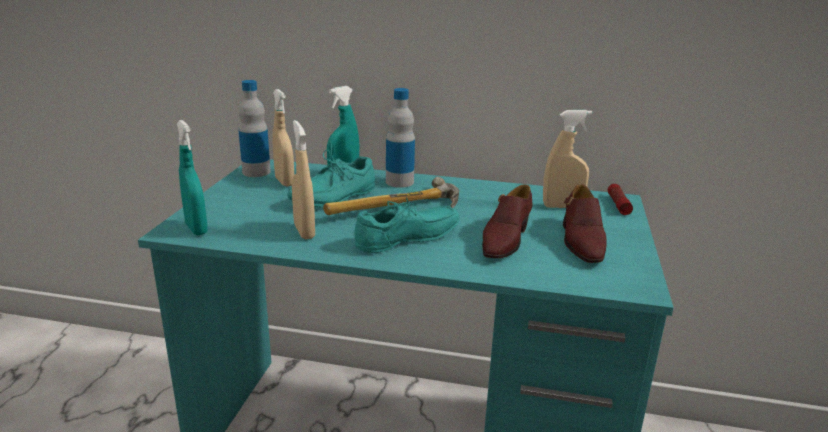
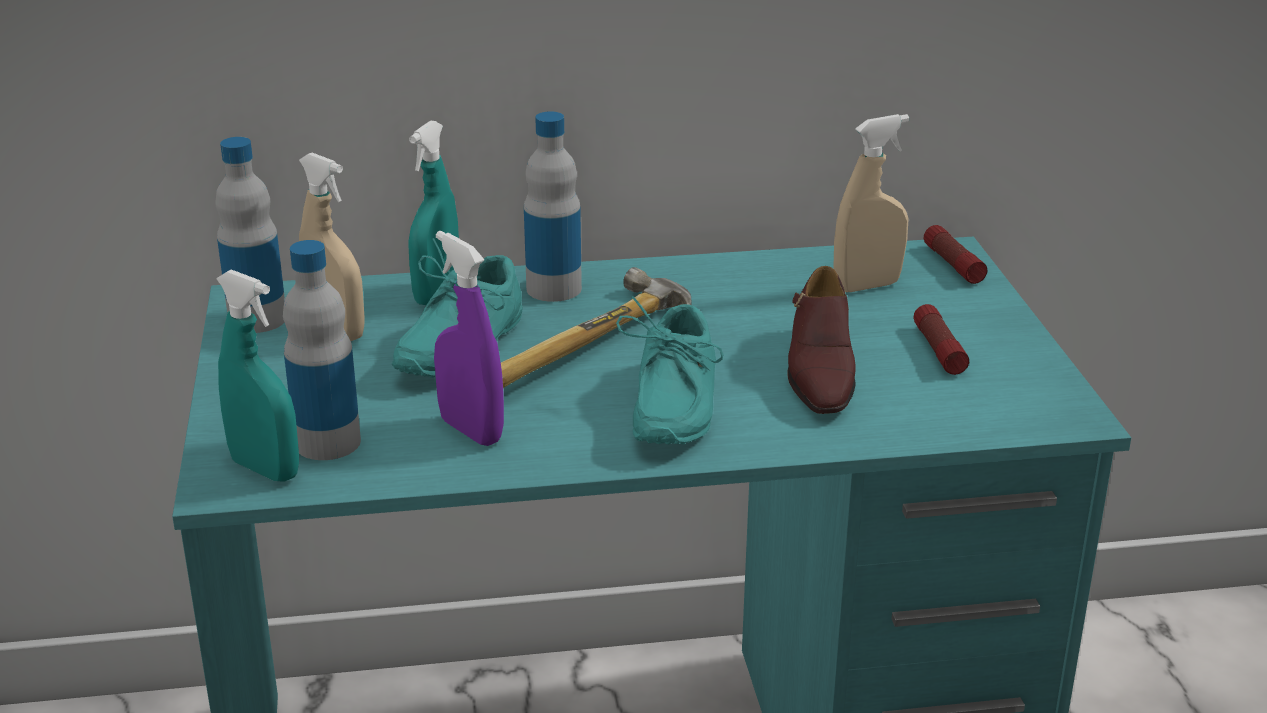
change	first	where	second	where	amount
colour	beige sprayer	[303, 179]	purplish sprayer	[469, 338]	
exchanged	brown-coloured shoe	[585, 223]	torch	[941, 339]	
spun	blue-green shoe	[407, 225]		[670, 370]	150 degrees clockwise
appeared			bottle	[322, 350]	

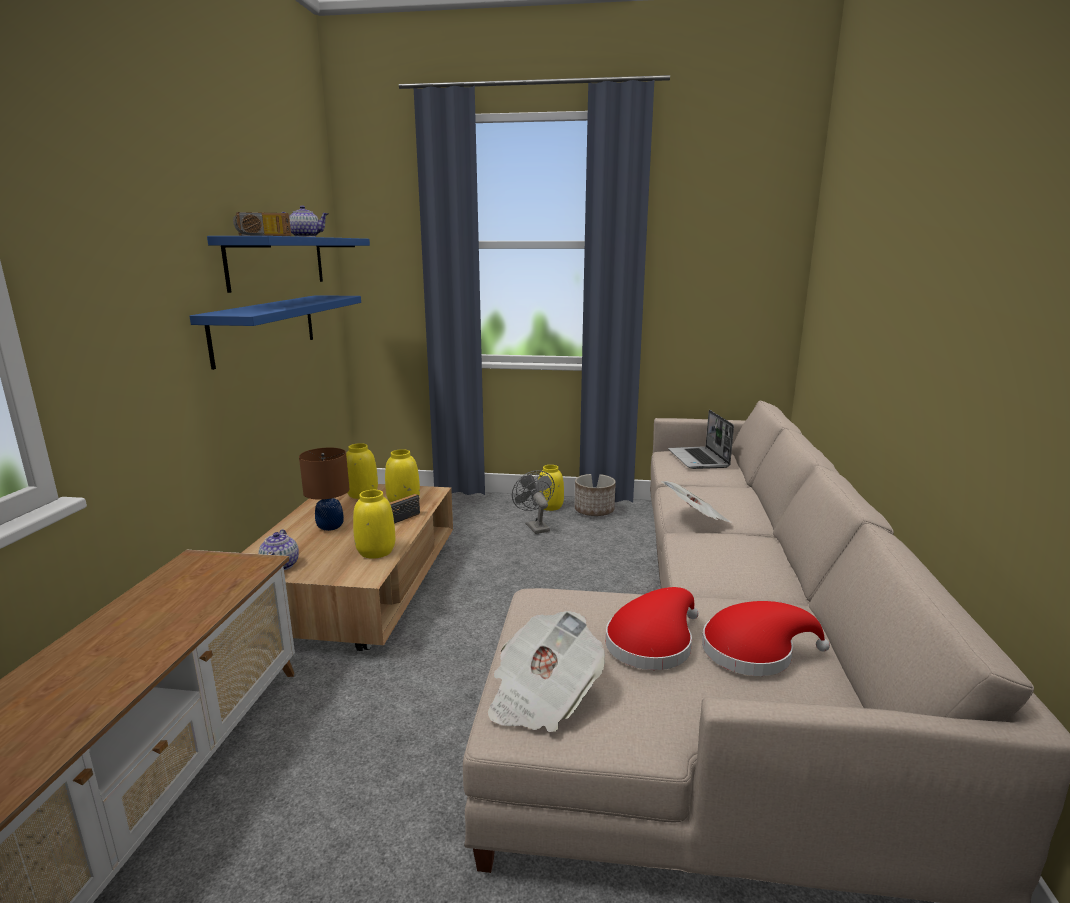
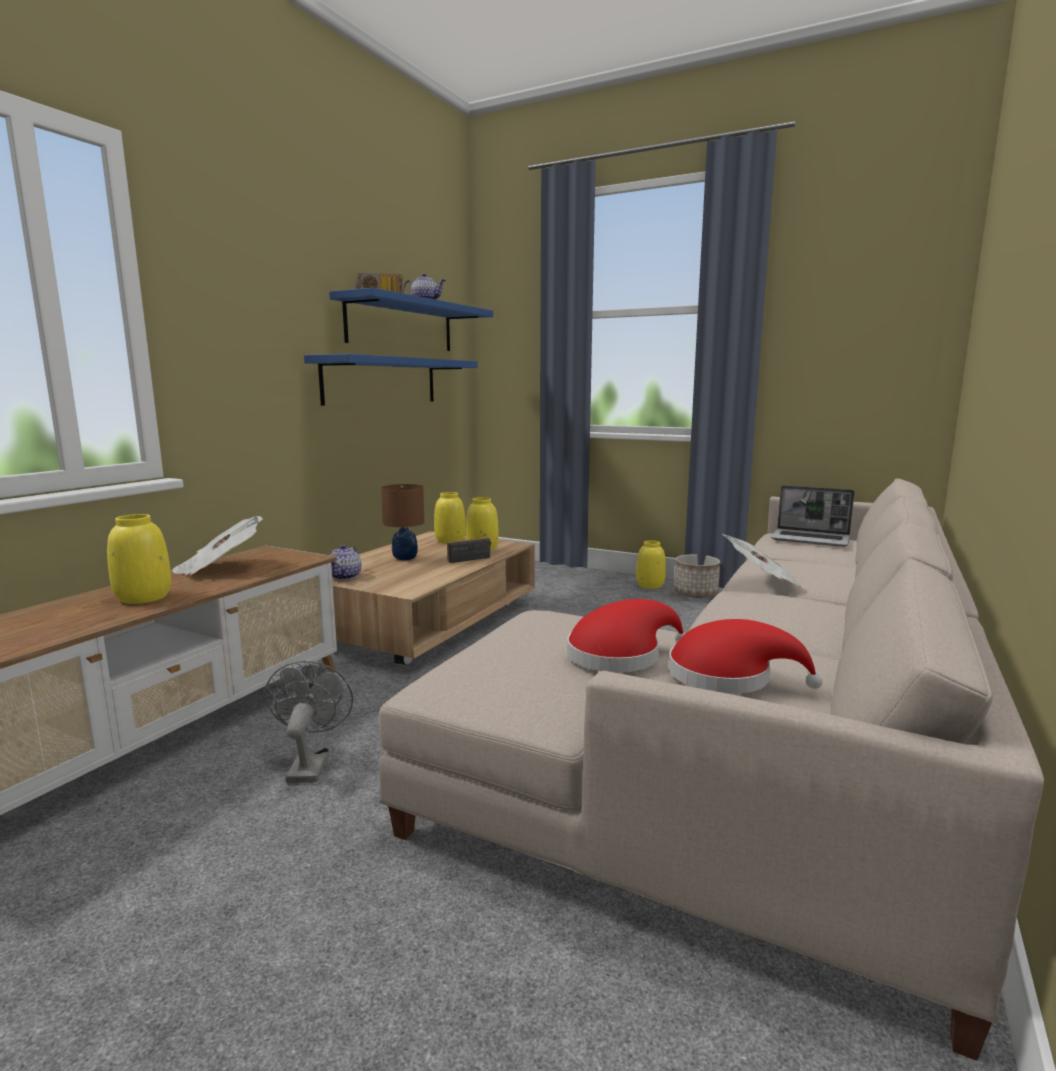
change	first	where	second	where	amount
spun	portable computer	[701, 439]		[813, 516]	75 degrees counterclockwise
relocated	grey cooling fan	[533, 502]		[309, 722]	
relocated	yellowish vase	[374, 524]		[139, 559]	
relocated	newspaper	[546, 671]		[217, 545]	

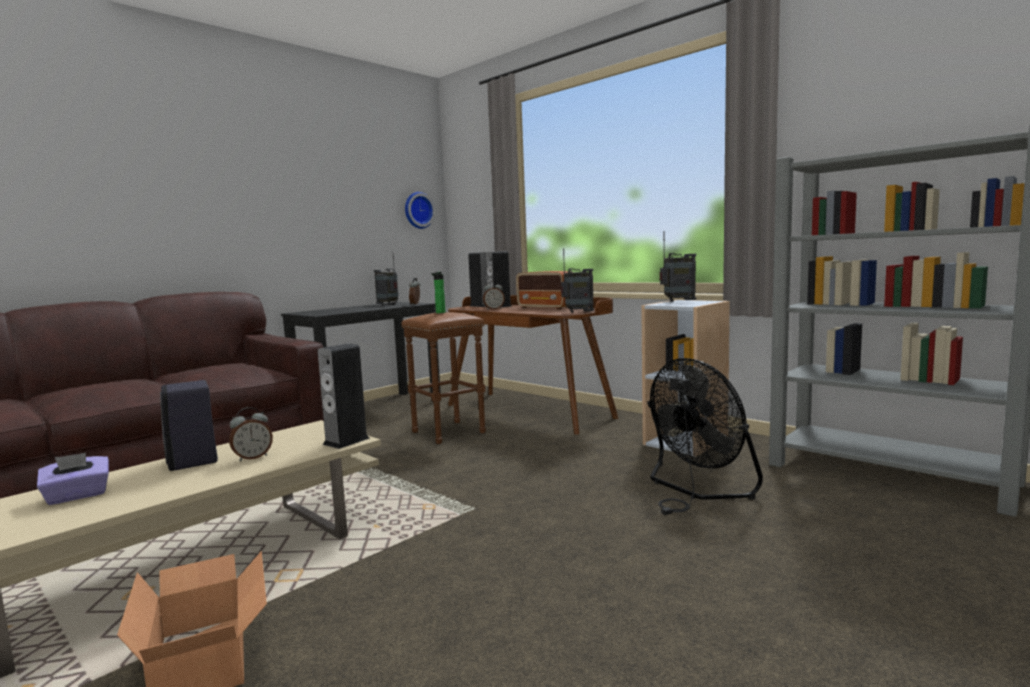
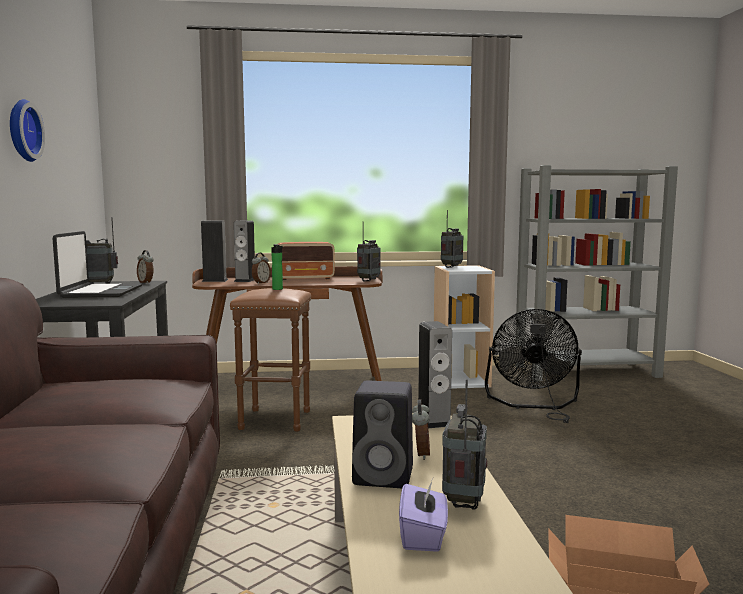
change	first	where	second	where	amount
relocated	wall clock	[420, 210]		[27, 130]	
appeared			portable computer	[97, 264]	
appeared			radio receiver	[464, 445]	

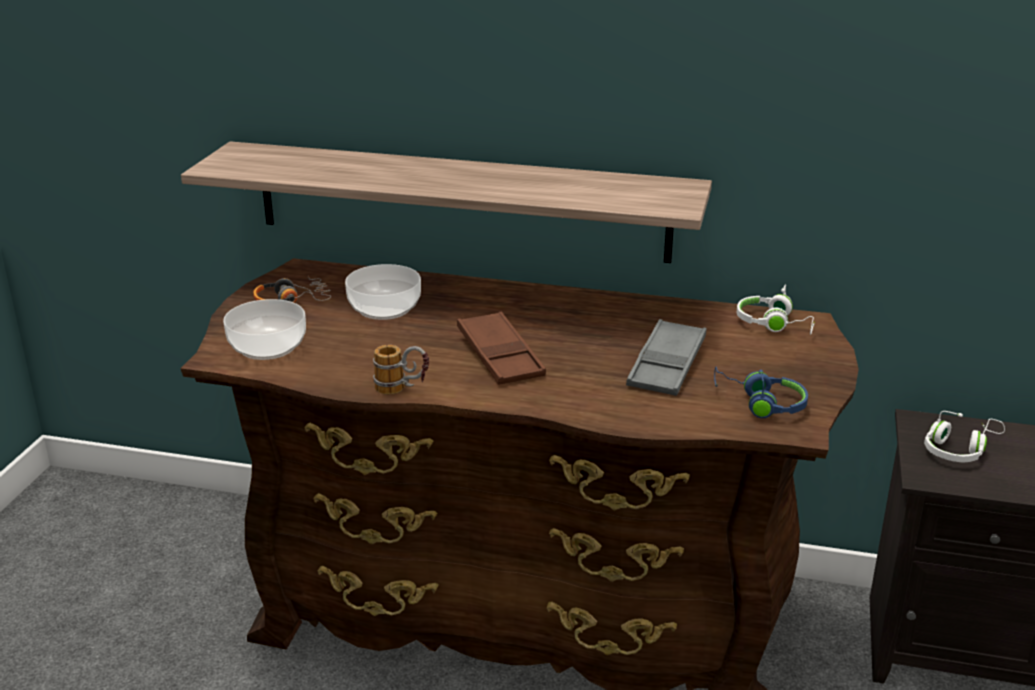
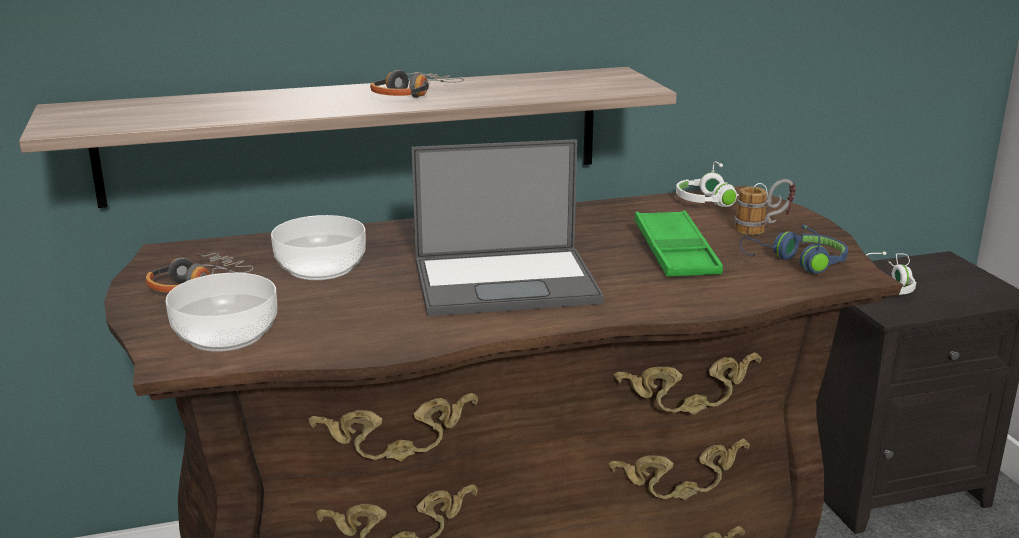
change	first	where	second	where	amount
exchanged	brown-coloured carrying tray	[501, 348]	portable computer	[508, 227]	
colour	grey carrying tray	[666, 357]	green-coloured carrying tray	[679, 243]	
relocated	mug	[401, 370]		[765, 207]	
appeared			headphones	[417, 84]	

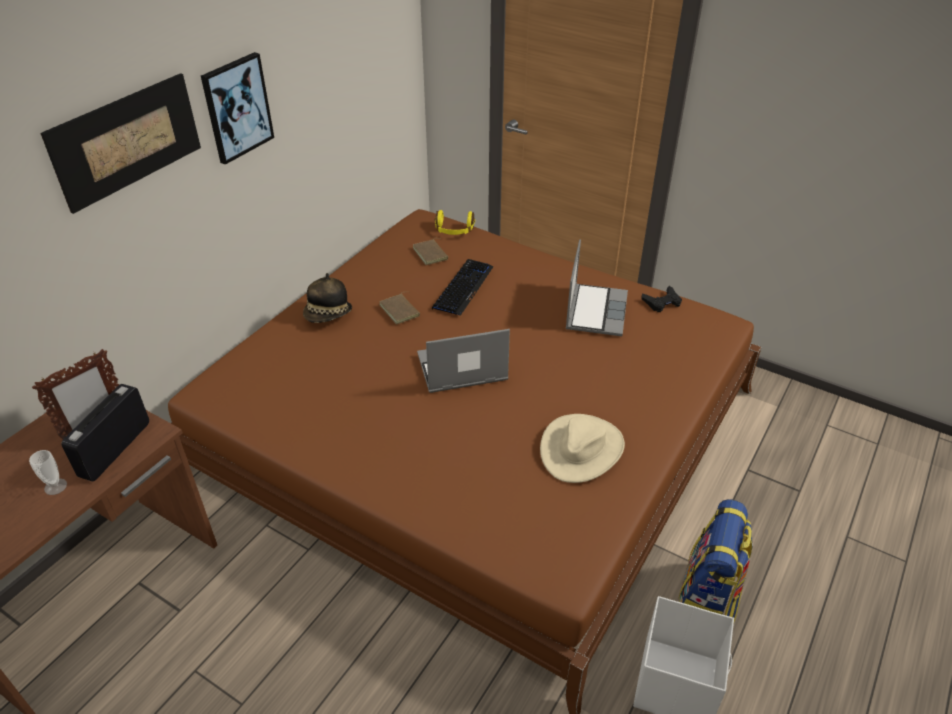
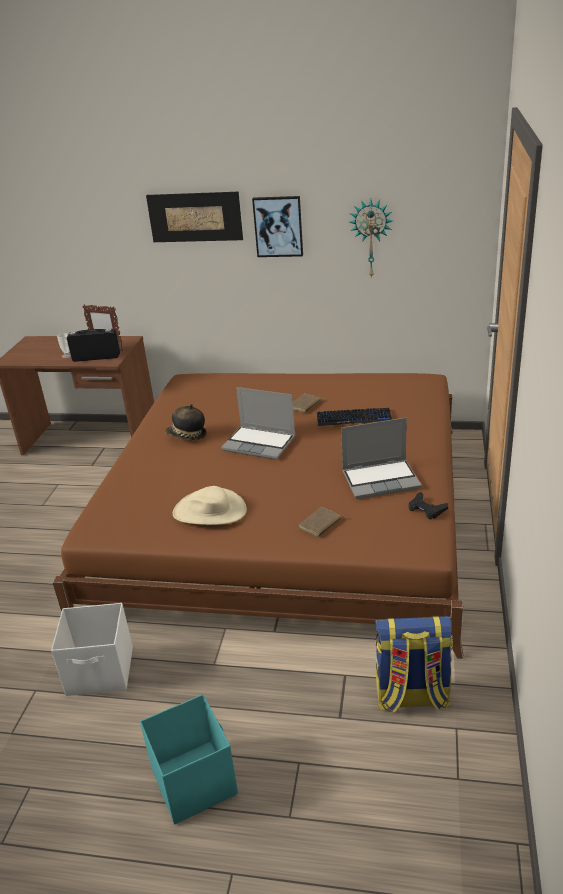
change	first	where	second	where	amount
missing	yellowish headphones	[455, 222]			
relocated	brown-coloured bound book	[430, 251]		[323, 522]	
relocated	wearable hat	[327, 298]		[185, 422]	
spun	portable computer	[463, 361]		[258, 423]	150 degrees clockwise
relocated	backpack	[716, 560]		[414, 664]	
appeared			wall clock	[370, 239]	
appeared			blue-green storage container	[189, 759]	

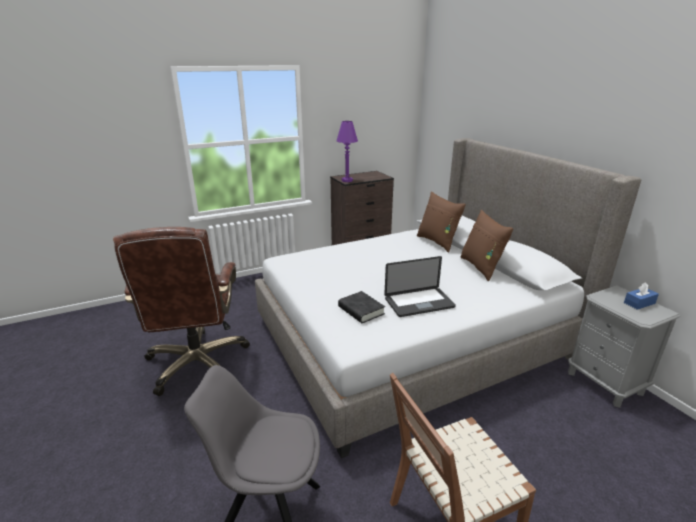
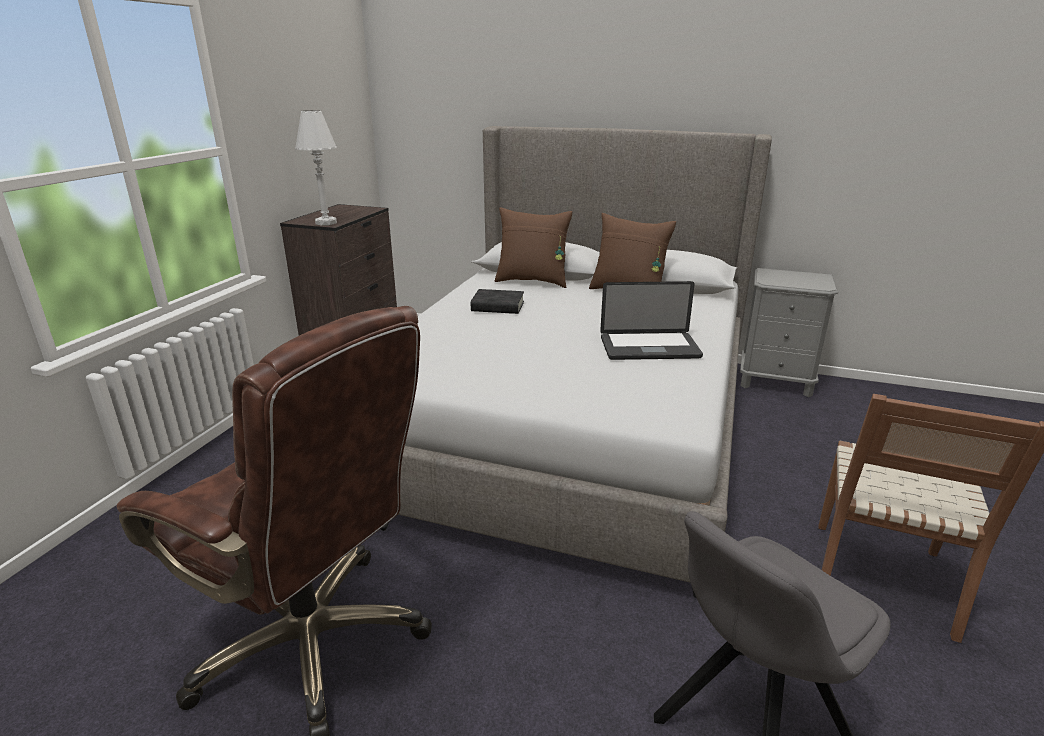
change	first	where	second	where	amount
colour	purplish lamp for a table	[347, 151]	whitish lamp for a table	[316, 167]	
spun	portable computer	[420, 286]		[651, 320]	60 degrees clockwise
missing	bluish tissue holder	[641, 296]			
relocated	blackish bound book	[361, 307]		[497, 301]	

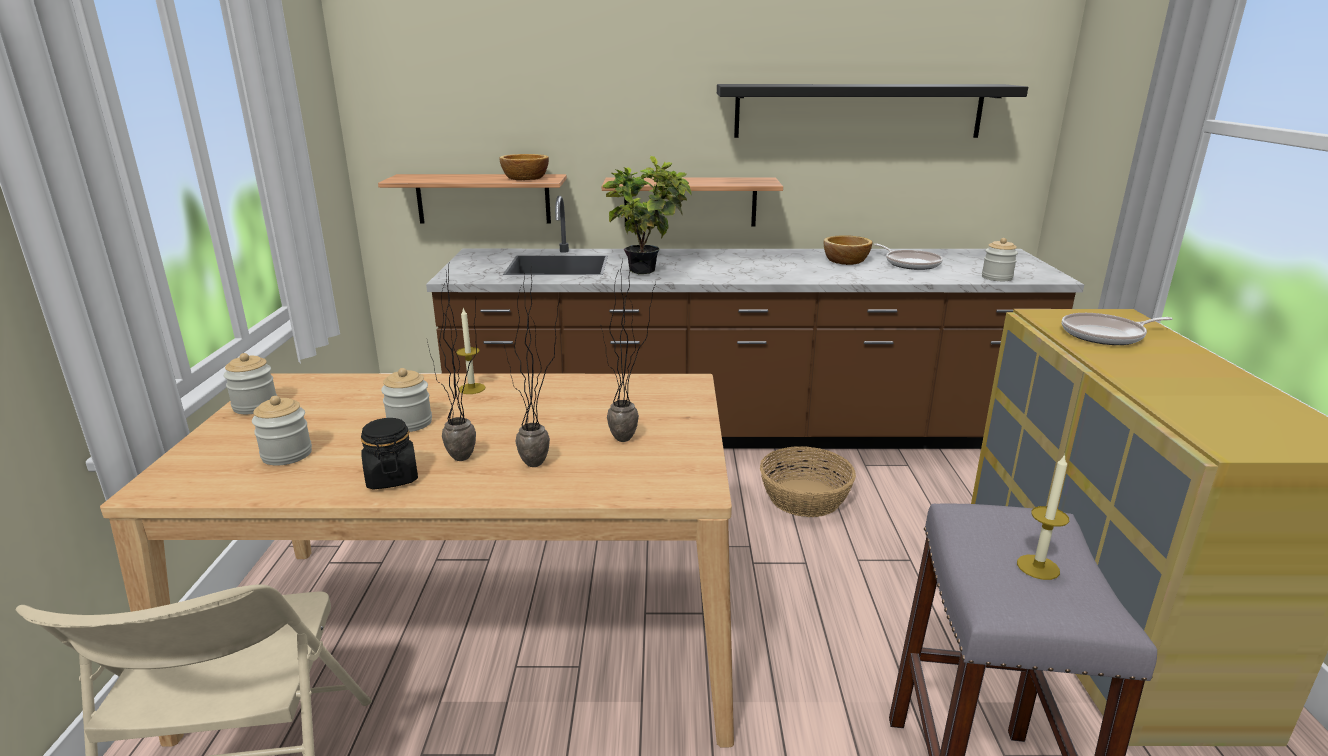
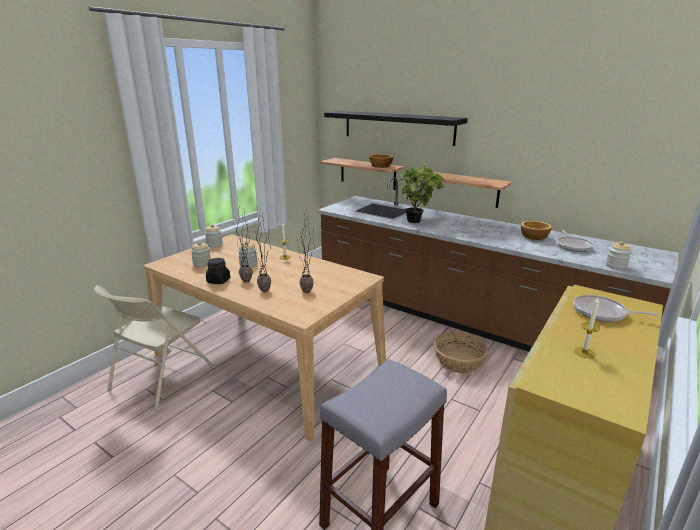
change	first	where	second	where	amount
relocated	blackish bracket shelf	[872, 111]		[396, 128]	
relocated	candle	[1043, 517]		[587, 328]	

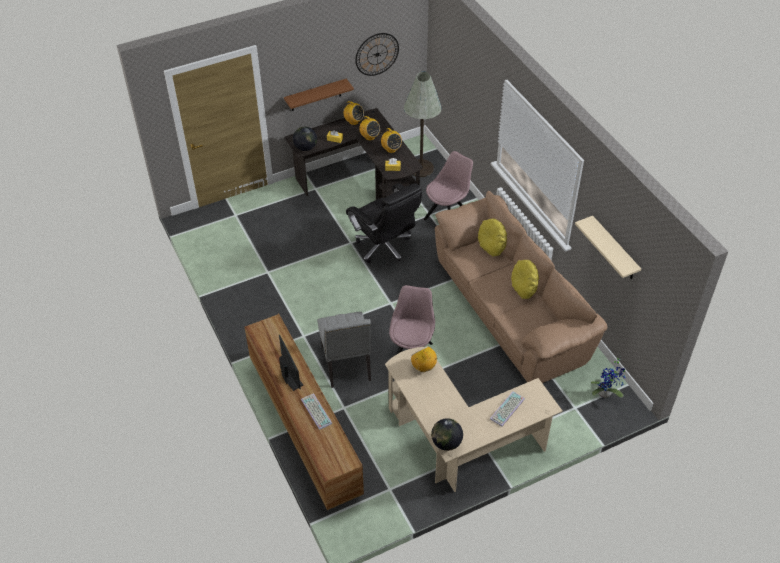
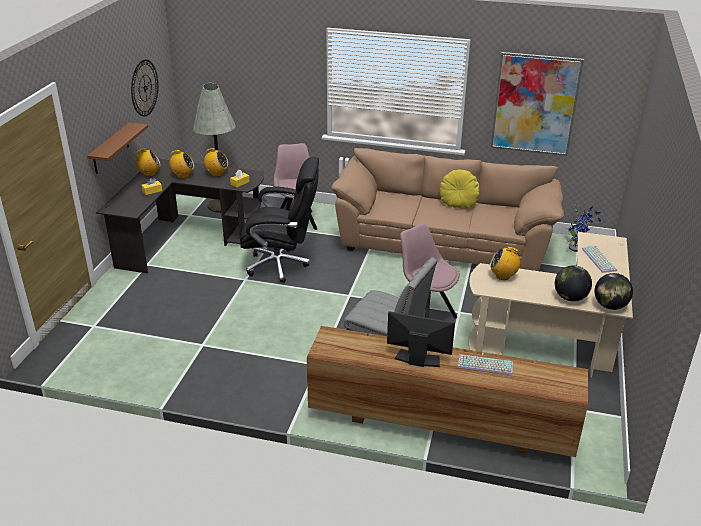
change	first	where	second	where	amount
relocated	world globe	[305, 139]		[573, 283]	
exchanged	beige bracket shelf	[608, 247]	wall art	[537, 104]	
missing	yellowish cushion	[492, 238]			

